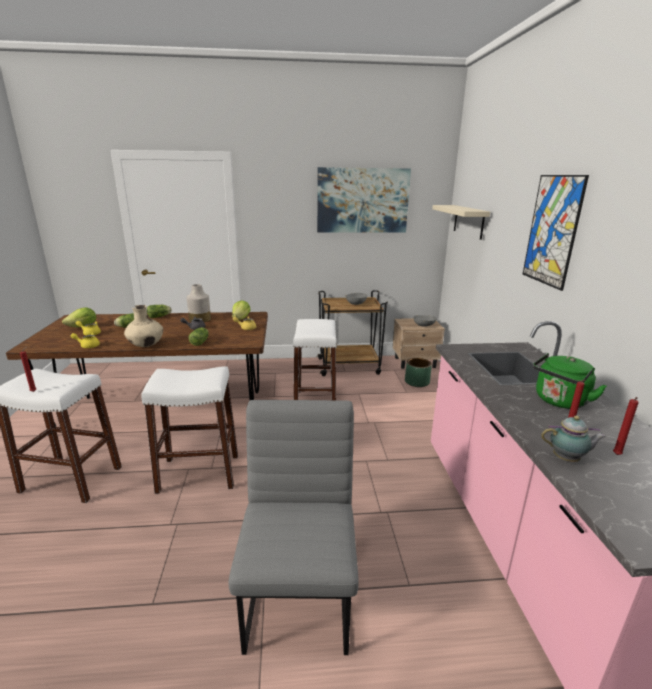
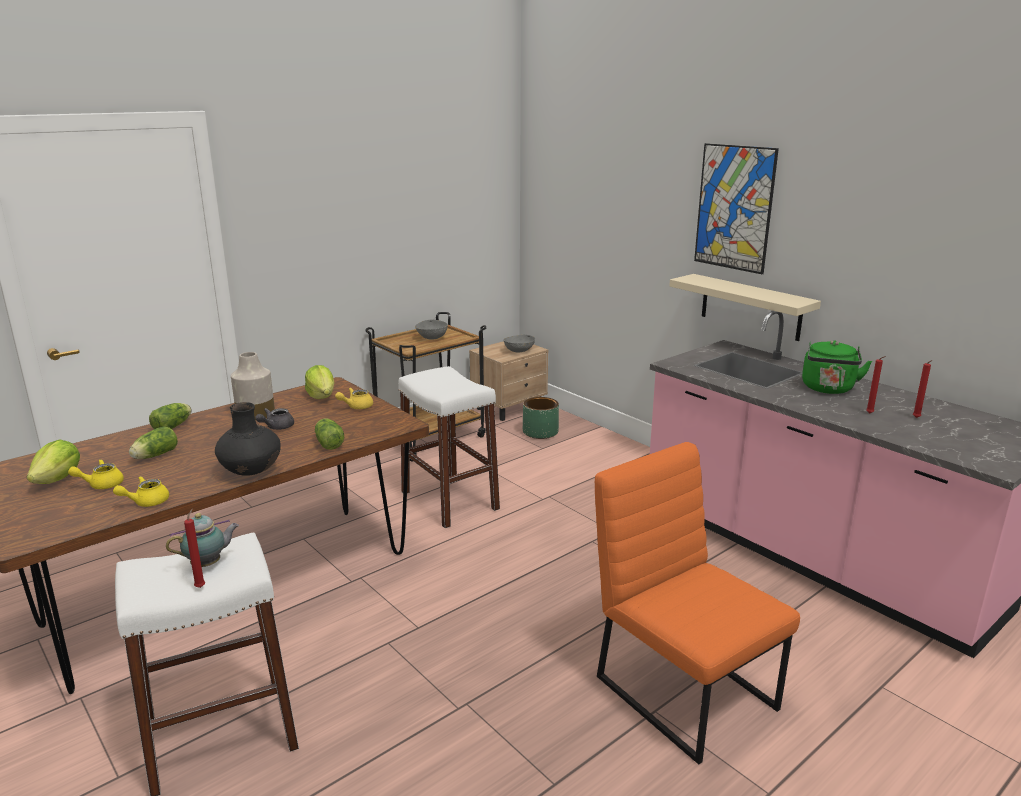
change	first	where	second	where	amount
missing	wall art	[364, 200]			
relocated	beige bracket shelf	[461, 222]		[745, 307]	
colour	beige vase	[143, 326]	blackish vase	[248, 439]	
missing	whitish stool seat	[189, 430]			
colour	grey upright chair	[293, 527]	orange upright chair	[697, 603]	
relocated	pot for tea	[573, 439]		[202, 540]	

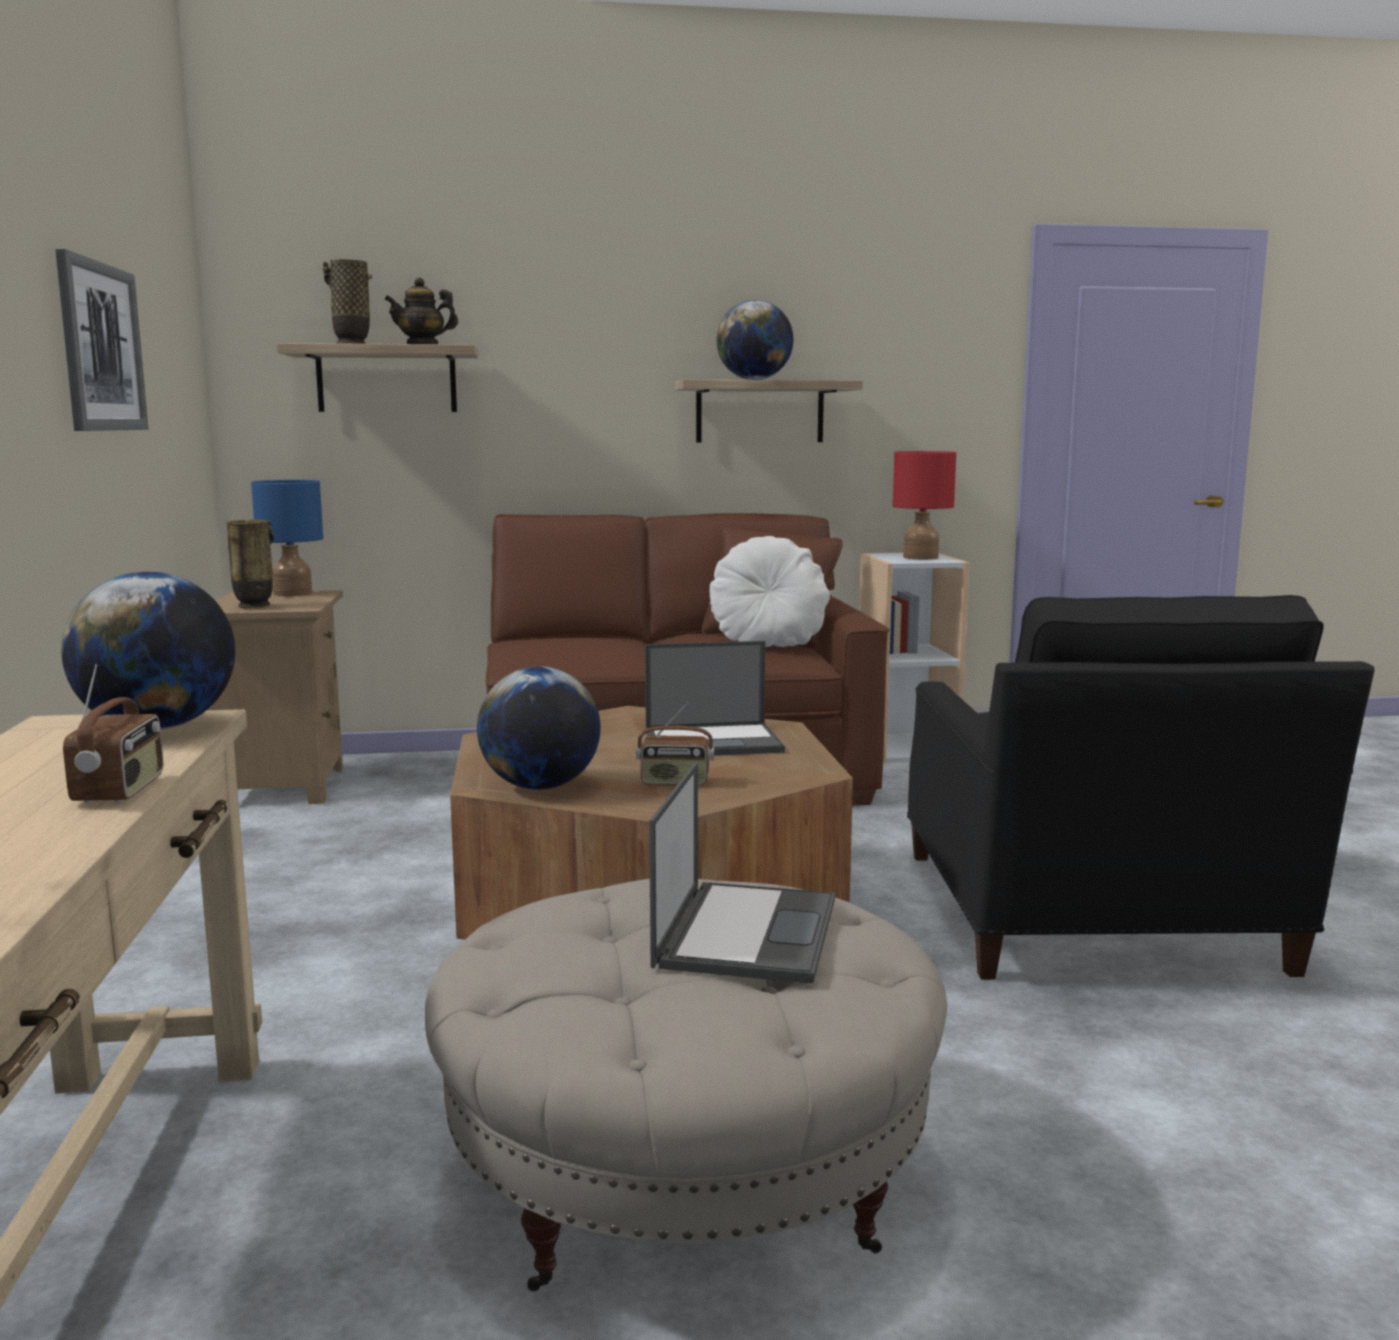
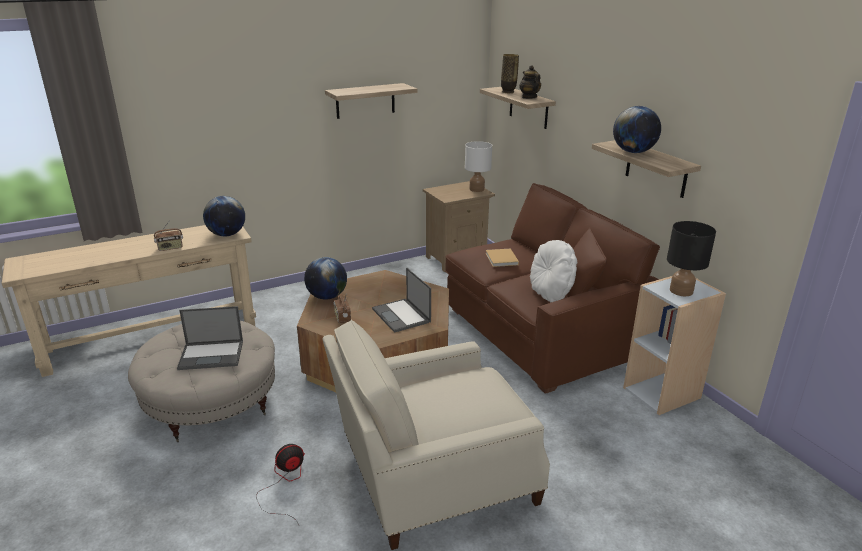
change	first	where	second	where	amount
exchanged	wall art	[102, 340]	bracket shelf	[371, 101]	
colour	red lamp for a table	[924, 505]	blackish lamp for a table	[691, 258]	
colour	bluish lamp for a table	[287, 538]	whitish lamp for a table	[478, 166]	
missing	vase	[250, 564]			
colour	blackish lounge chair	[1140, 787]	beige lounge chair	[436, 435]	
appeared			beige bound book	[502, 257]	
appeared			cooling fan	[280, 484]	

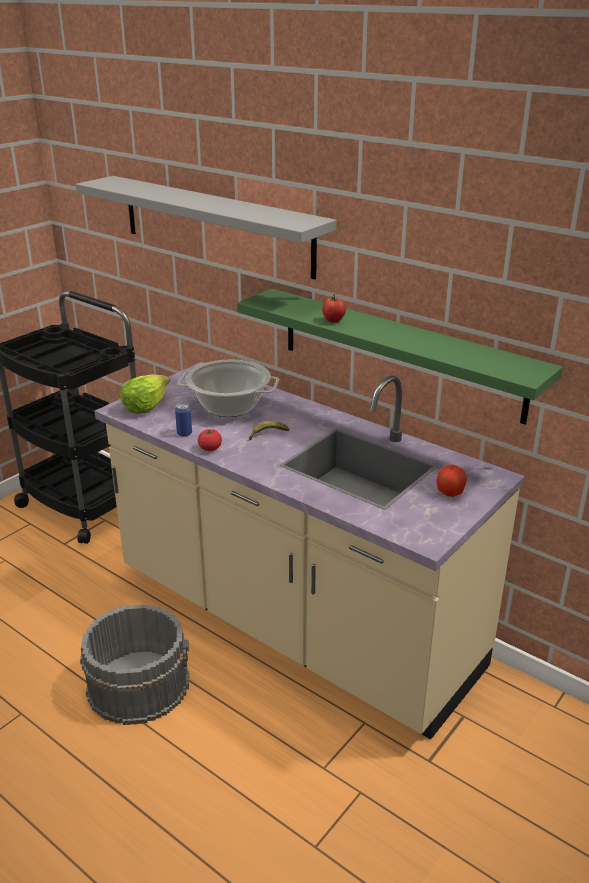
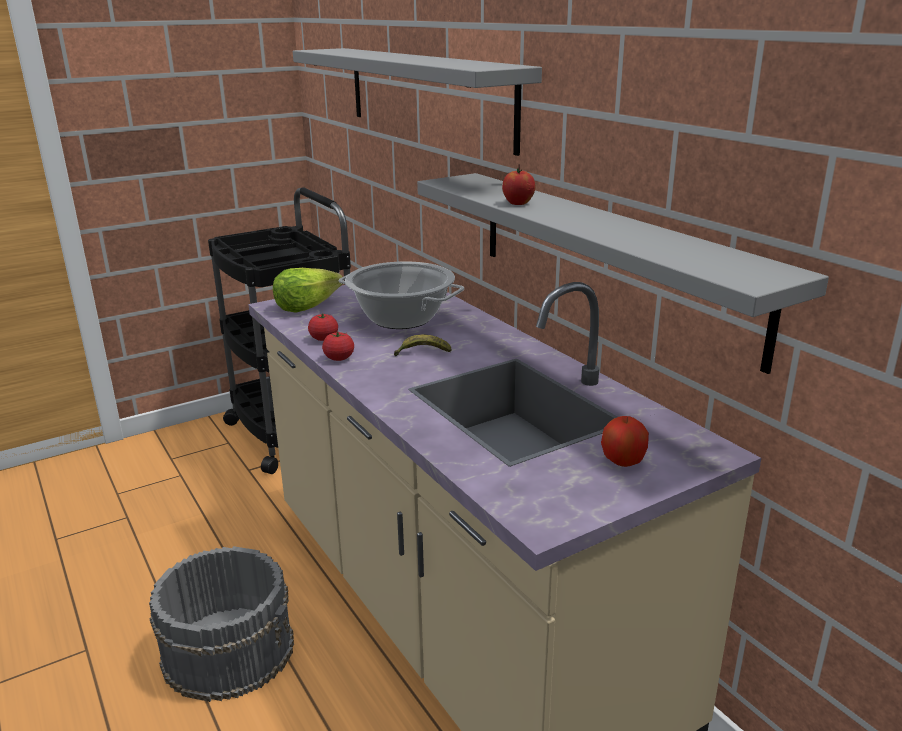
change	first	where	second	where	amount
colour	green-coloured bracket shelf	[400, 357]	grey bracket shelf	[623, 273]	
exchanged	sealed can	[183, 420]	whole tomato	[323, 327]	

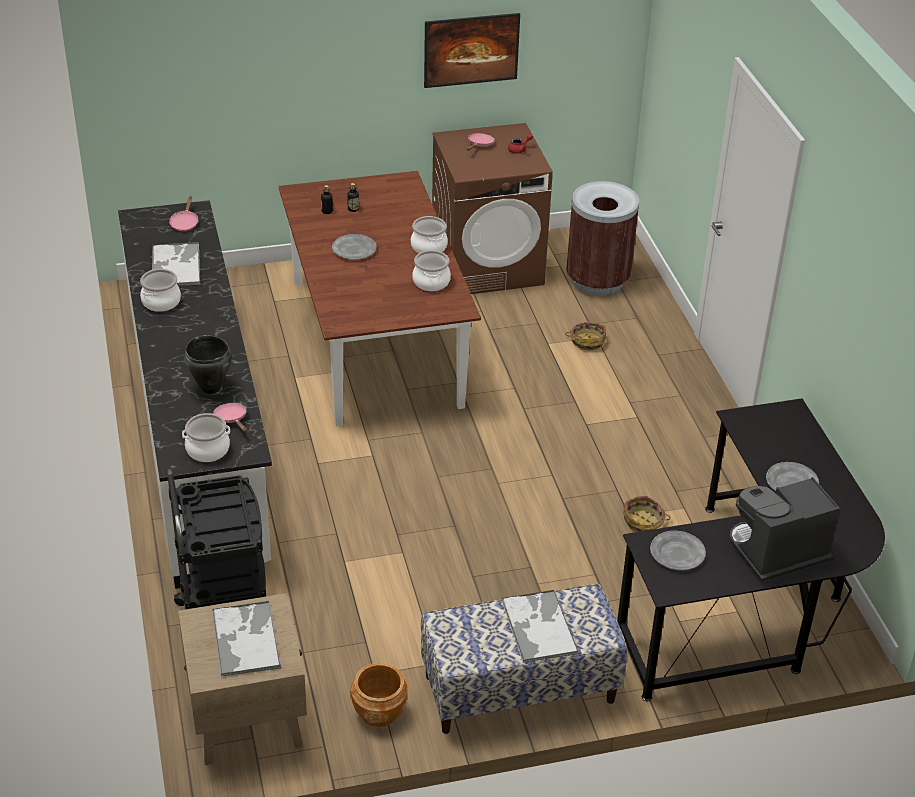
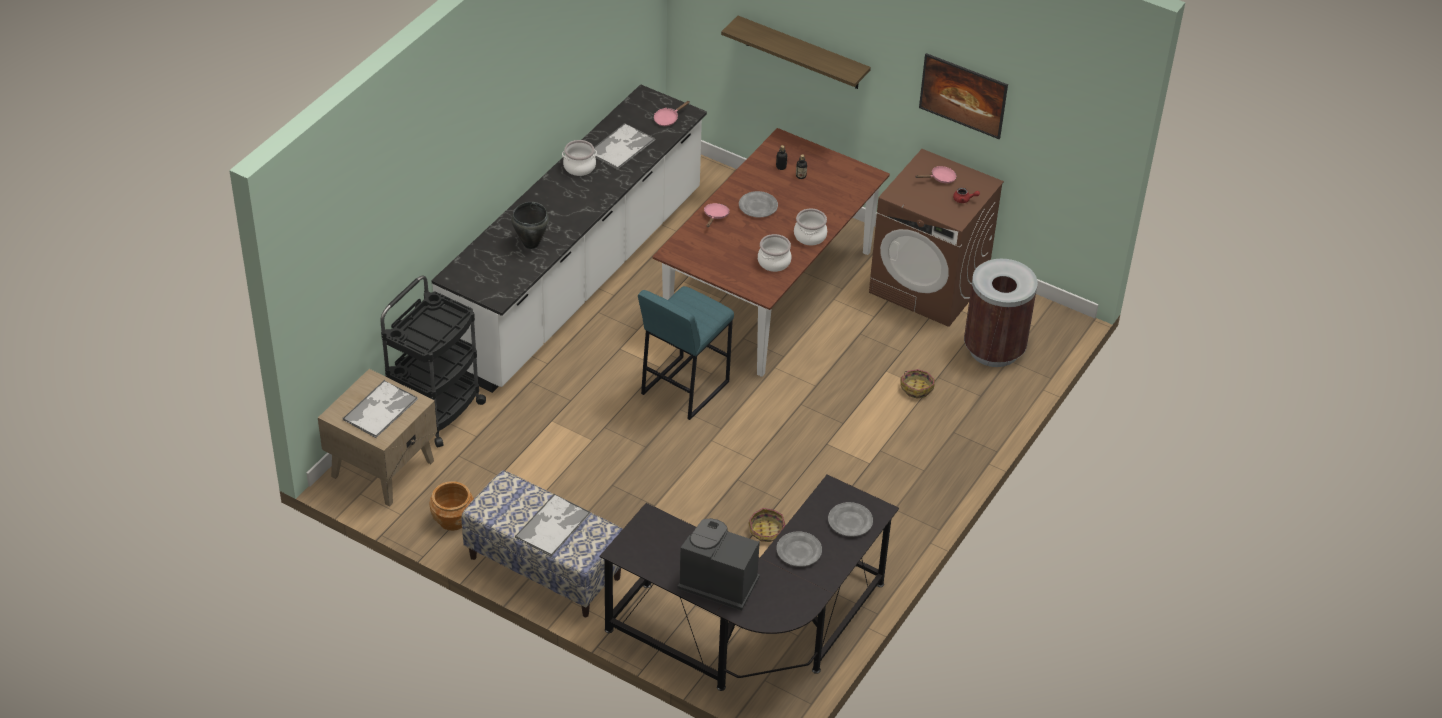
change	first	where	second	where	amount
relocated	pinkish frying pan	[230, 417]		[717, 215]	
missing	cooking pot	[206, 437]			
relocated	grey flat dish	[678, 550]		[850, 519]	
appeared			bracket shelf	[796, 52]	
appeared			blue-green stool seat	[686, 353]	

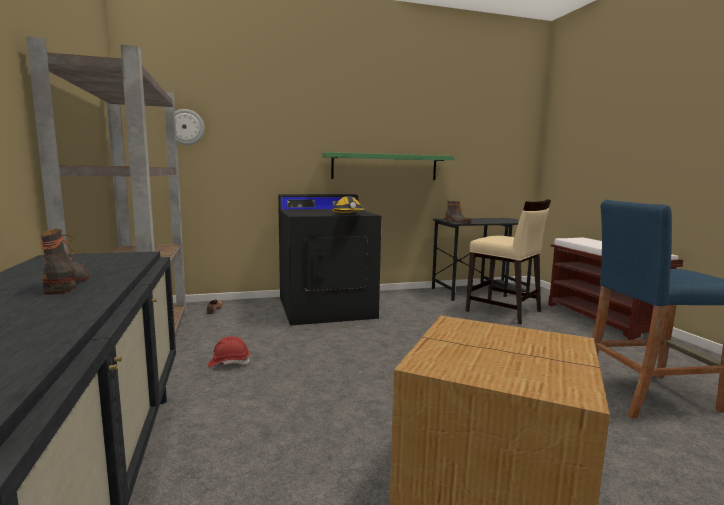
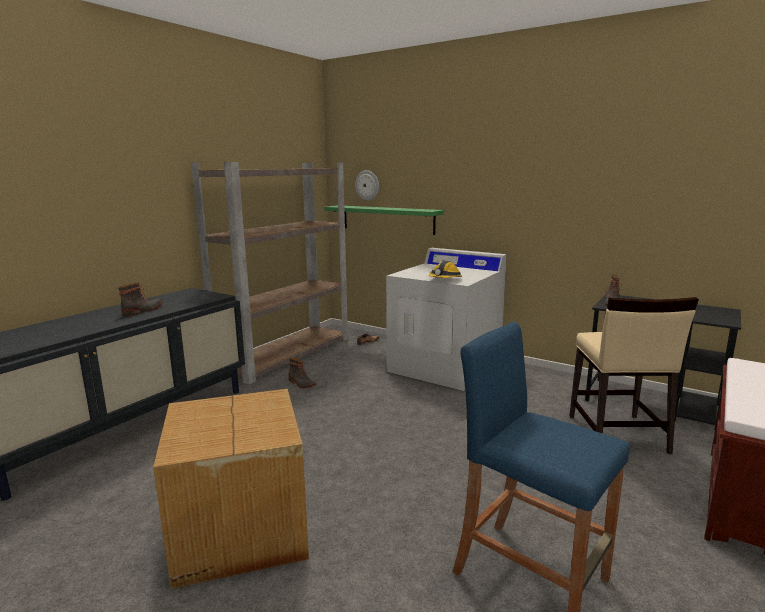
change	first	where	second	where	amount
relocated	green-coloured bracket shelf	[388, 166]		[384, 220]	
colour	blackish washing machine	[329, 260]	whitish washing machine	[446, 319]	
exchanged	red work helmet	[229, 351]	boot	[302, 372]	

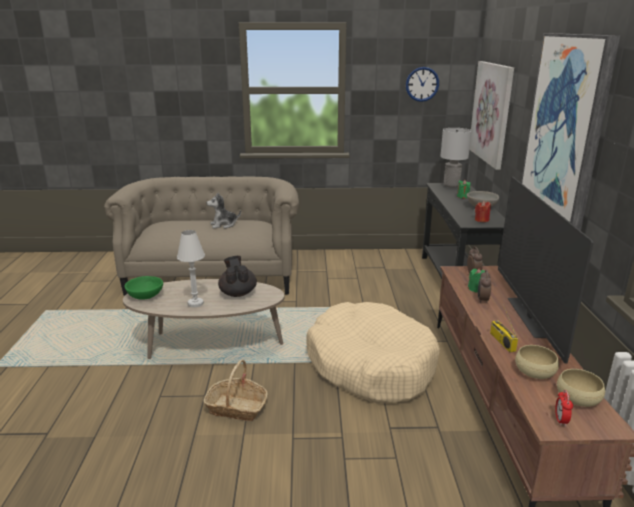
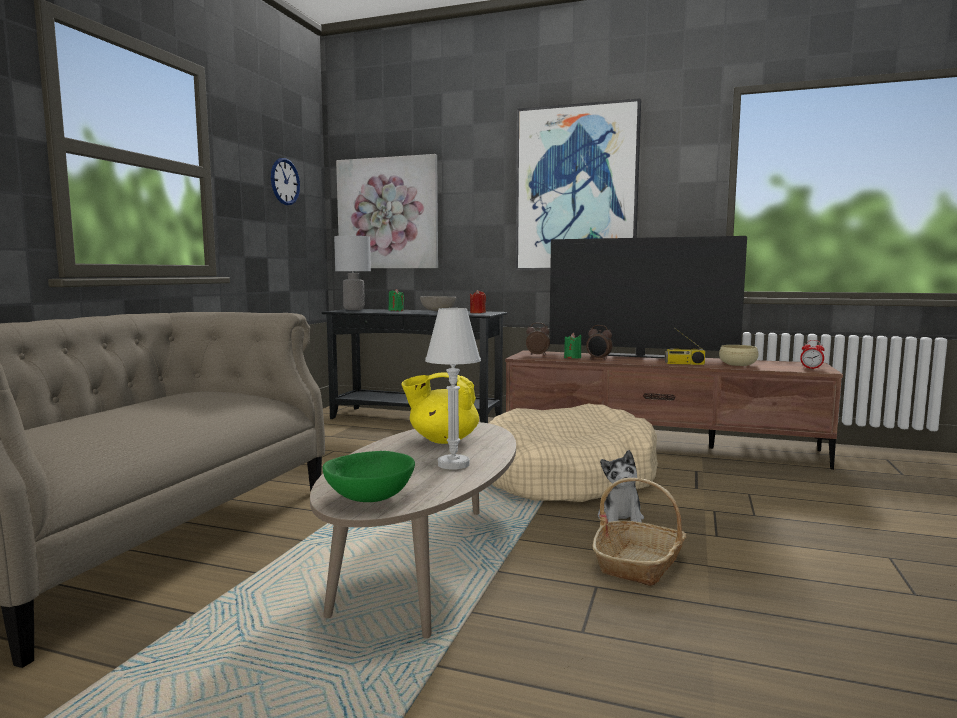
change	first	where	second	where	amount
relocated	plush toy	[223, 210]		[621, 486]	
colour	blackish pot for tea	[237, 276]	yellowish pot for tea	[440, 408]	
missing	beige serving bowl	[581, 388]			

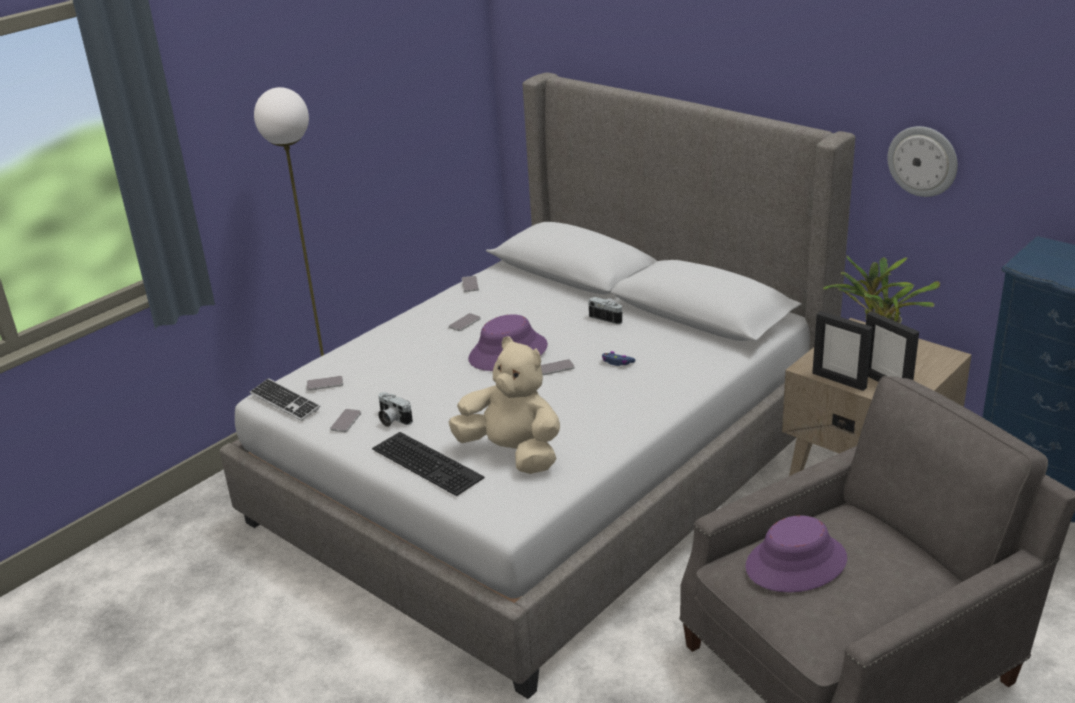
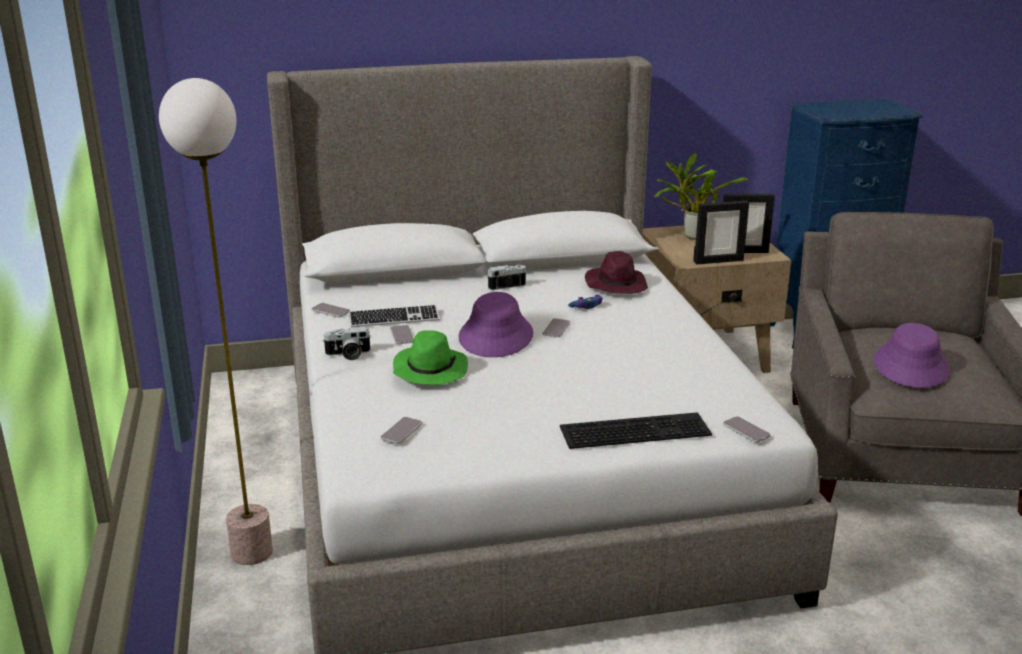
change	first	where	second	where	amount
missing	wall clock	[922, 161]			
missing	beige plush toy	[504, 405]			
relocated	computer keyboard	[285, 399]		[394, 316]	
relocated	still camera	[395, 409]		[346, 343]	
relocated	telephone	[345, 420]		[747, 429]	
appeared			purplish wearable hat	[616, 272]	
appeared			green-coloured wearable hat	[430, 357]	

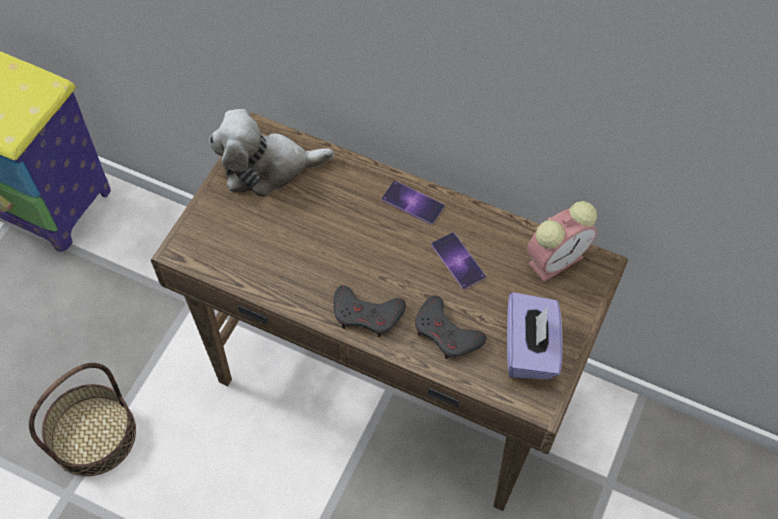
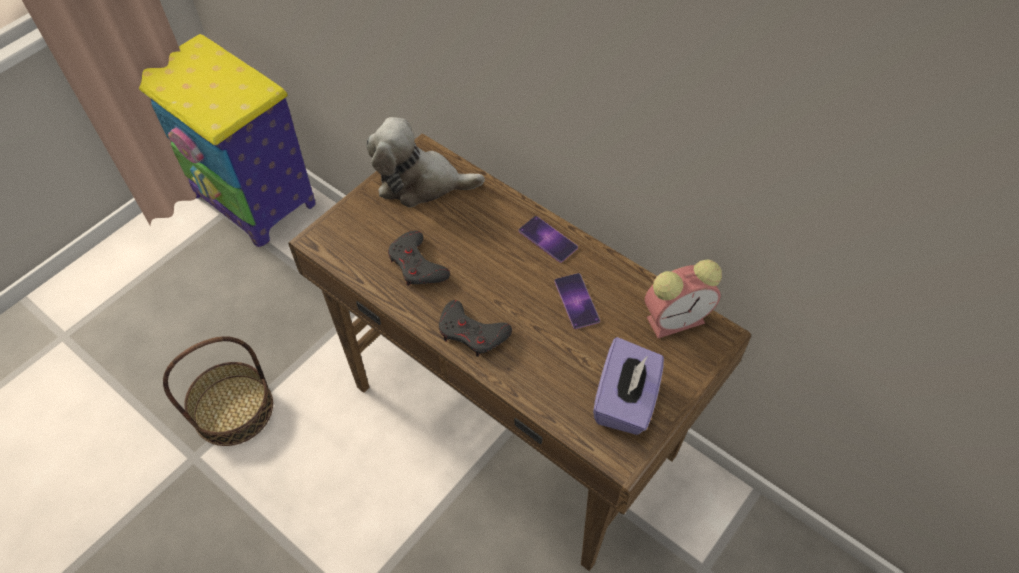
change	first	where	second	where	amount
relocated	grey gamepad	[450, 327]		[419, 258]	

